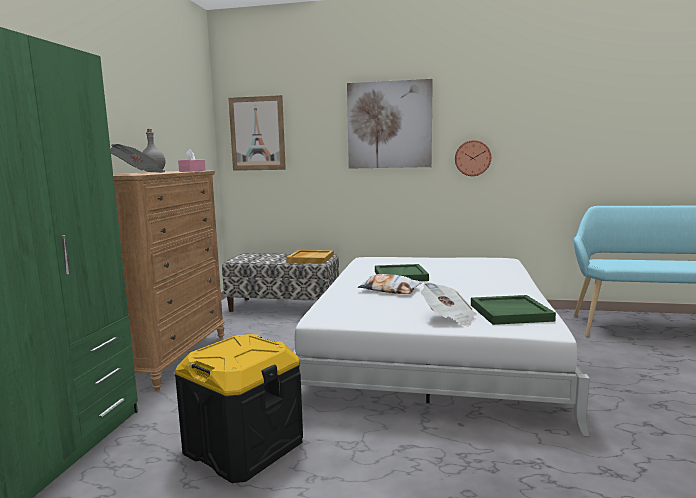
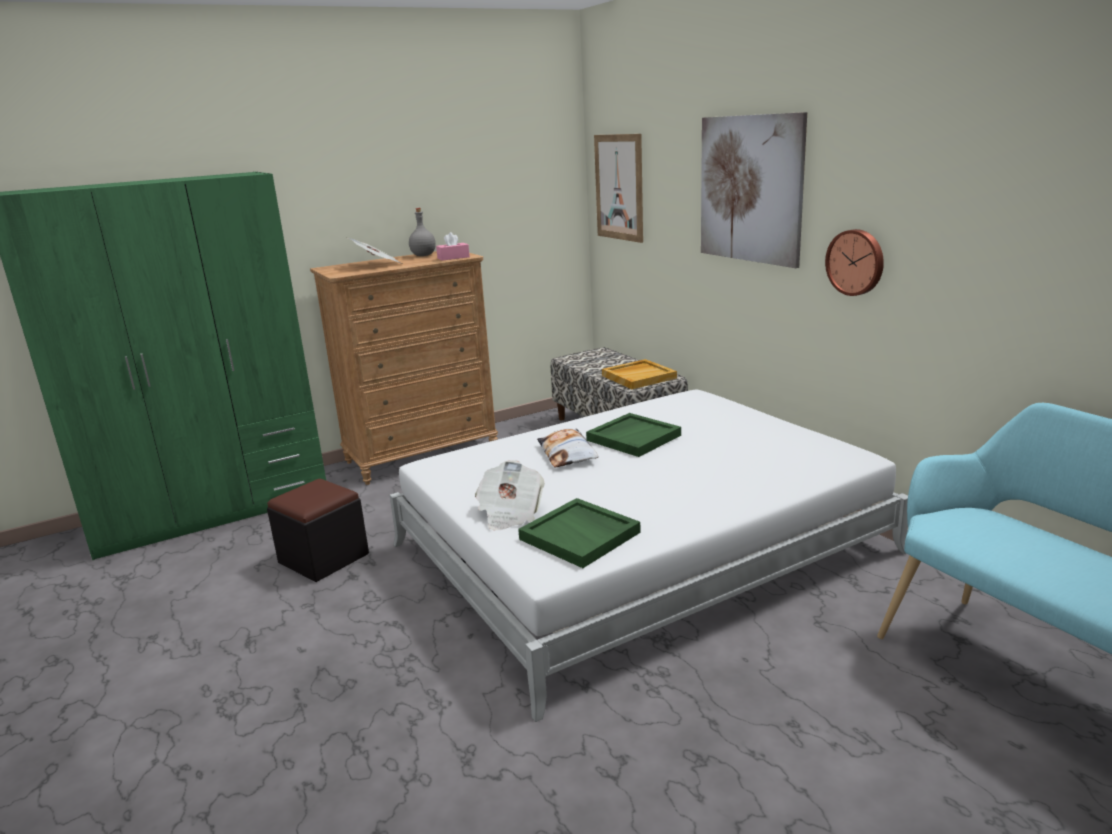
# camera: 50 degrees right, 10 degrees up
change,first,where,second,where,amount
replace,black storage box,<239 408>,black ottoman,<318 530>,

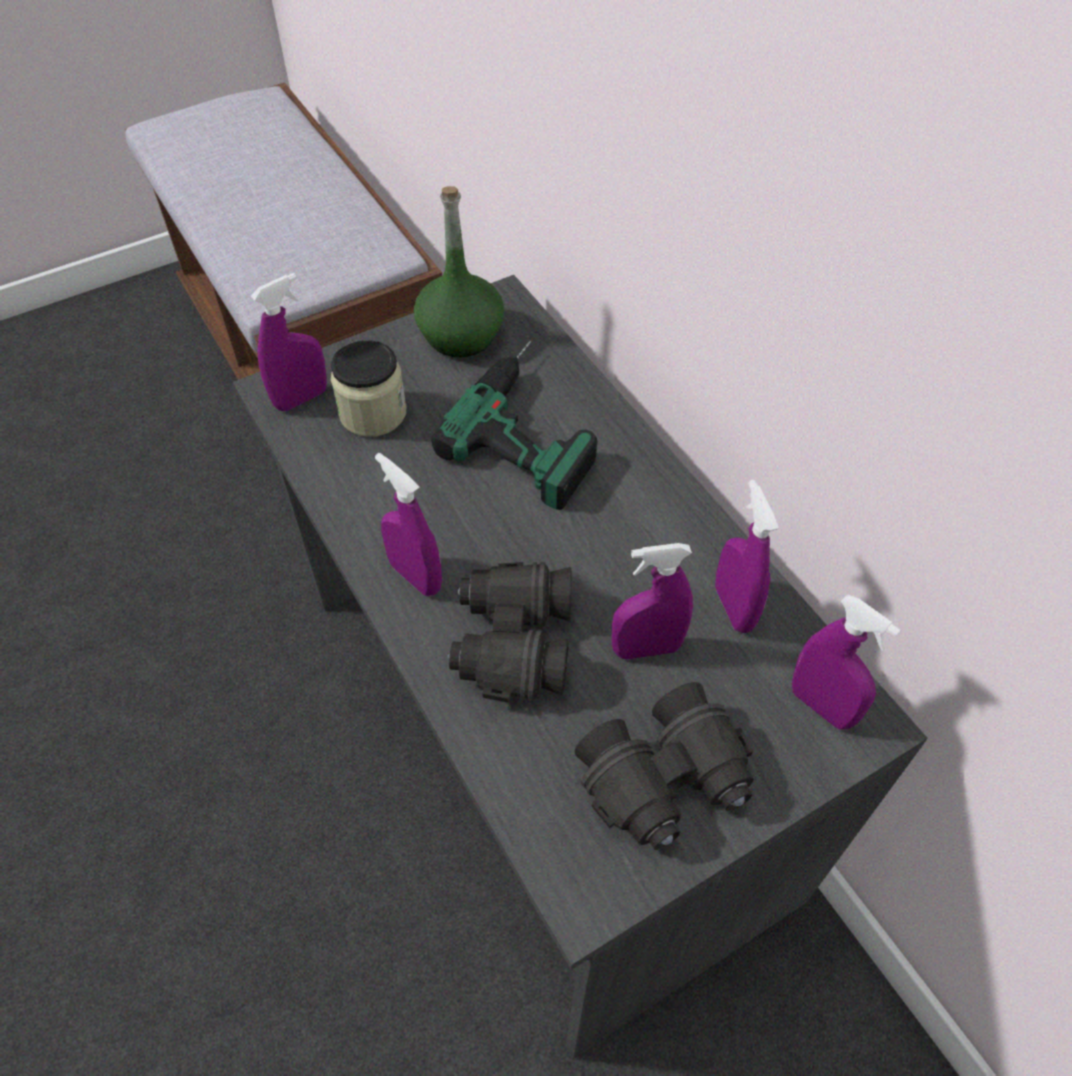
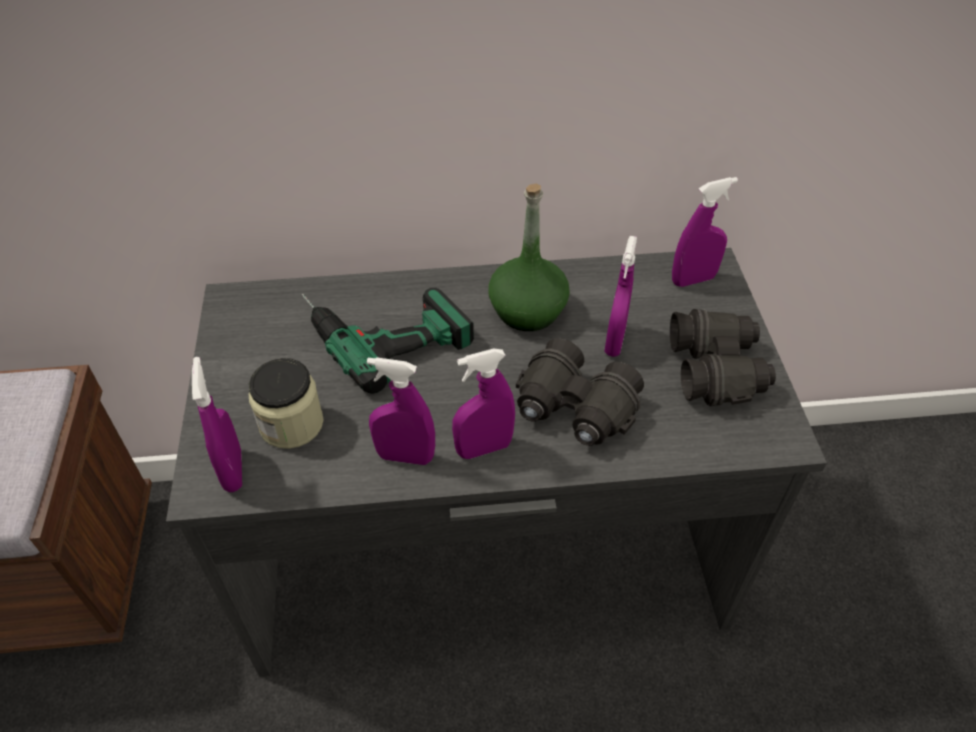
# camera: 65 degrees left, 5 degrees down
change,first,where,second,where,amount
move,green bottle,<459 271>,,<529 257>,
move,purple spray bottle,<747 556>,,<401 411>,

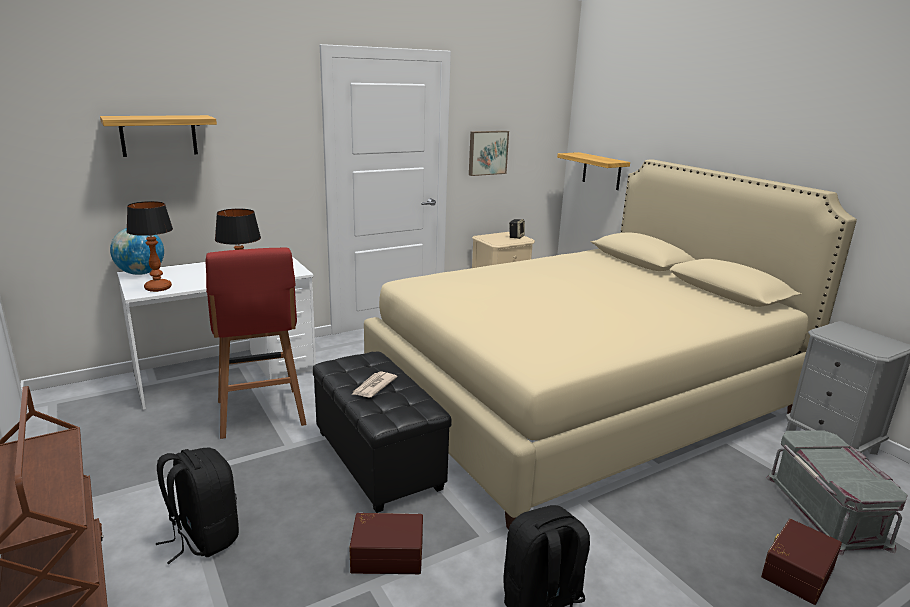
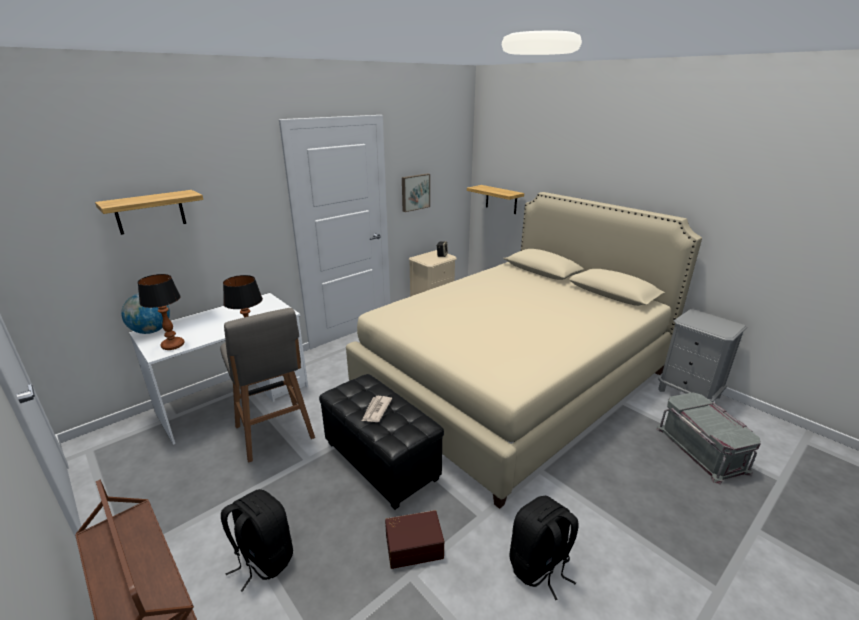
# camera: 10 degrees left, 5 degrees up
change,first,where,second,where,amount
recolor,red stool,<256 343>,grey stool,<267 385>,
delete,brown storage box,<801 562>,,,

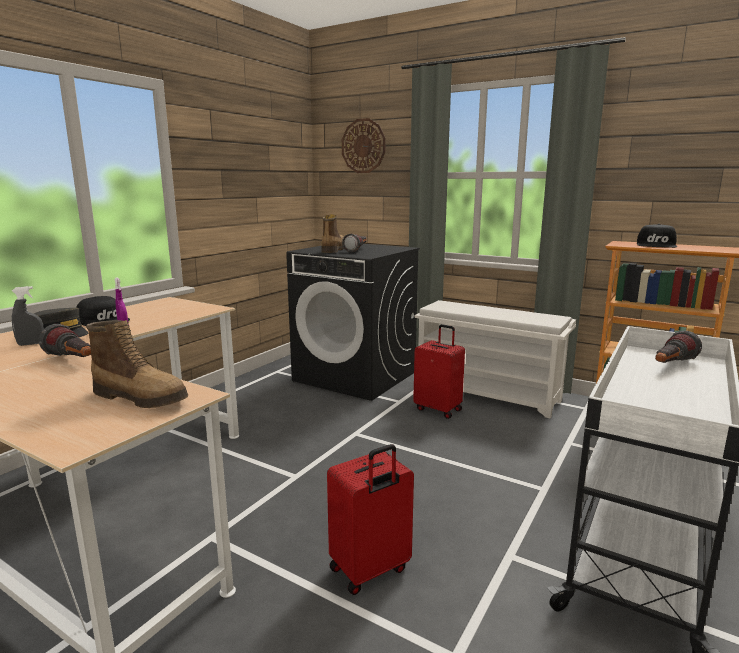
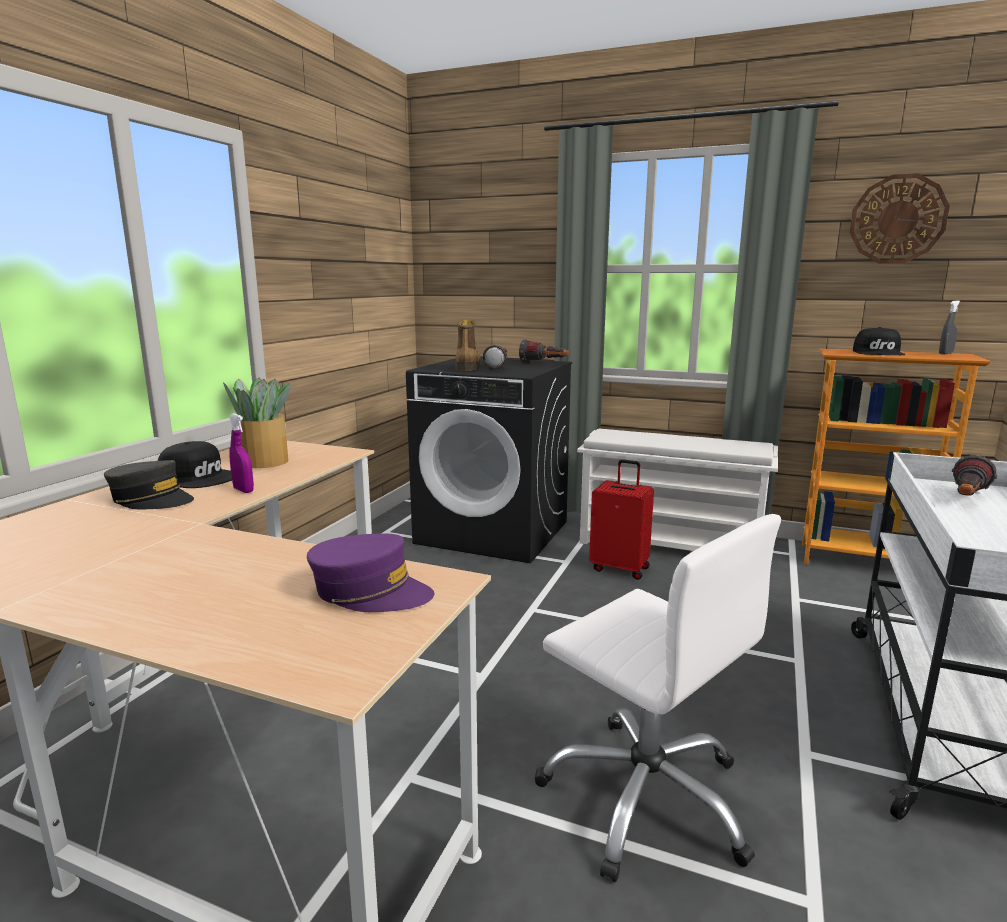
# camera: 10 degrees left, 0 degrees up
change,first,where,second,where,amount
move,wall clock,<363 145>,,<900 218>,
move,grey spray bottle,<28 316>,,<949 327>,
replace,boot,<137 364>,purple cap,<370 573>,
move,flashlight,<65 340>,,<544 351>,
replace,red suitcase,<370 519>,white office chair,<657 698>,
insert,,,potted plant,<256 422>,

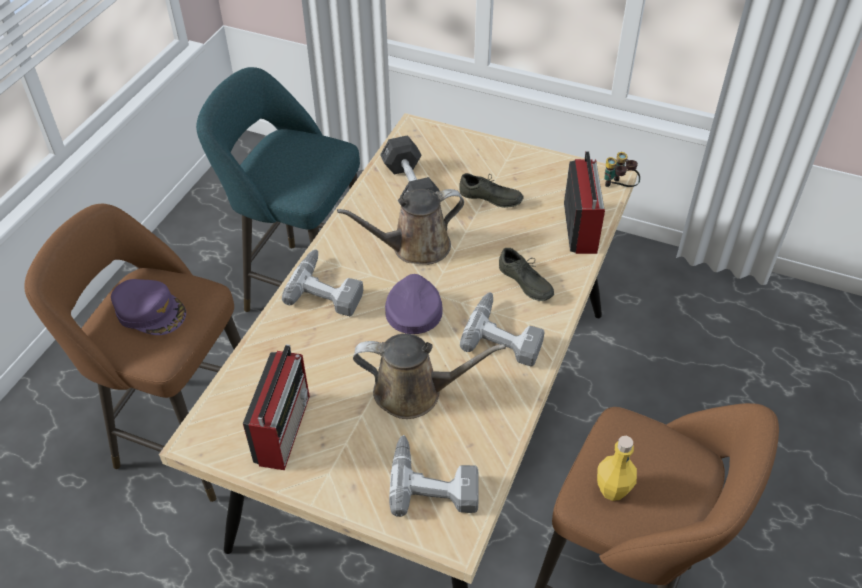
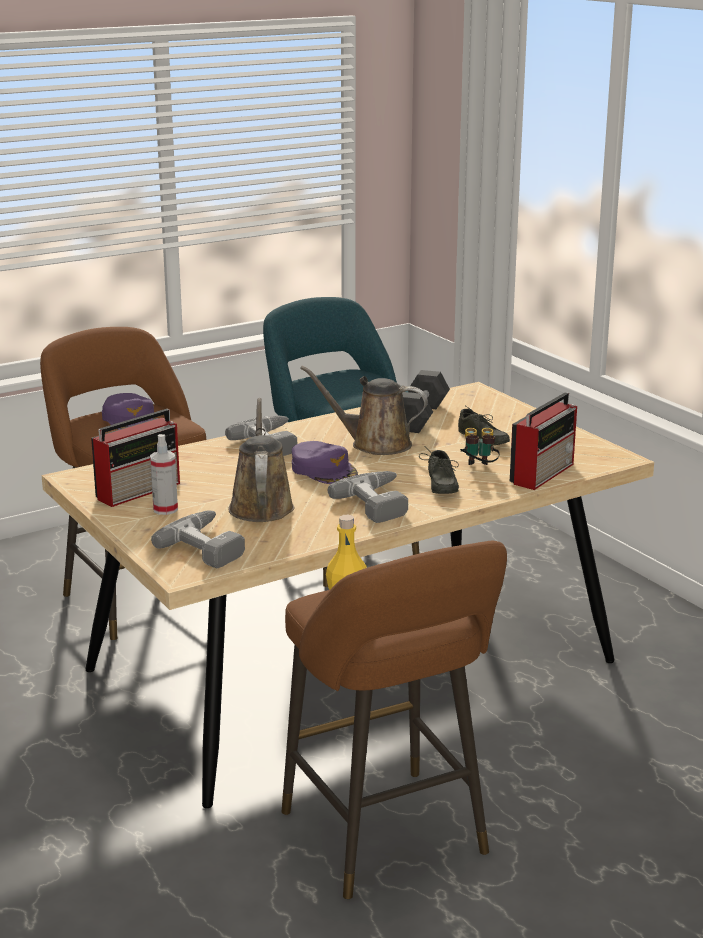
# camera: 35 degrees right, 25 degrees down
change,first,where,second,where,amount
move,binoculars,<622 169>,,<480 446>,
rotate,purple cap,<413 304>,,<325 462>,105 degrees clockwise
rotate,brown watering can,<429 376>,,<261 460>,135 degrees counterclockwise
insert,,,spray bottle,<164 474>,

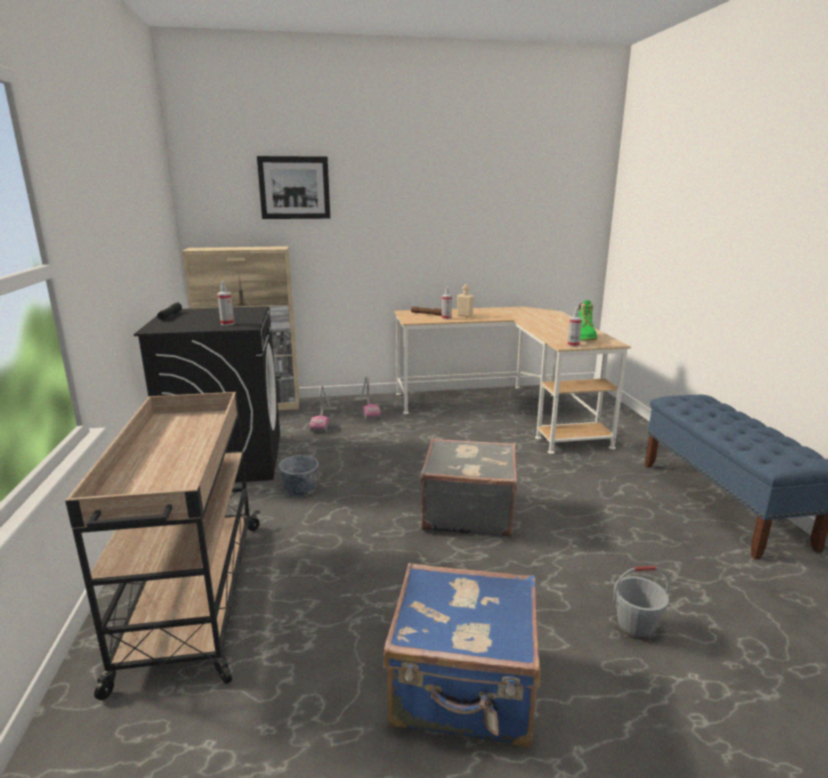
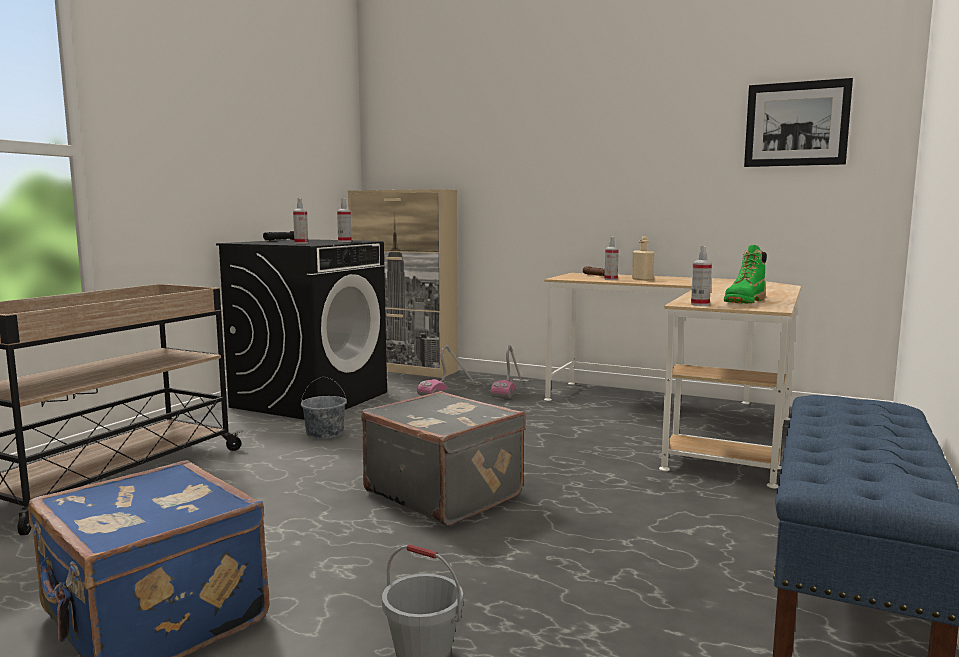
# camera: 35 degrees right, 10 degrees down
change,first,where,second,where,amount
move,picture,<293 187>,,<798 122>,
insert,,,spray bottle,<344 220>,

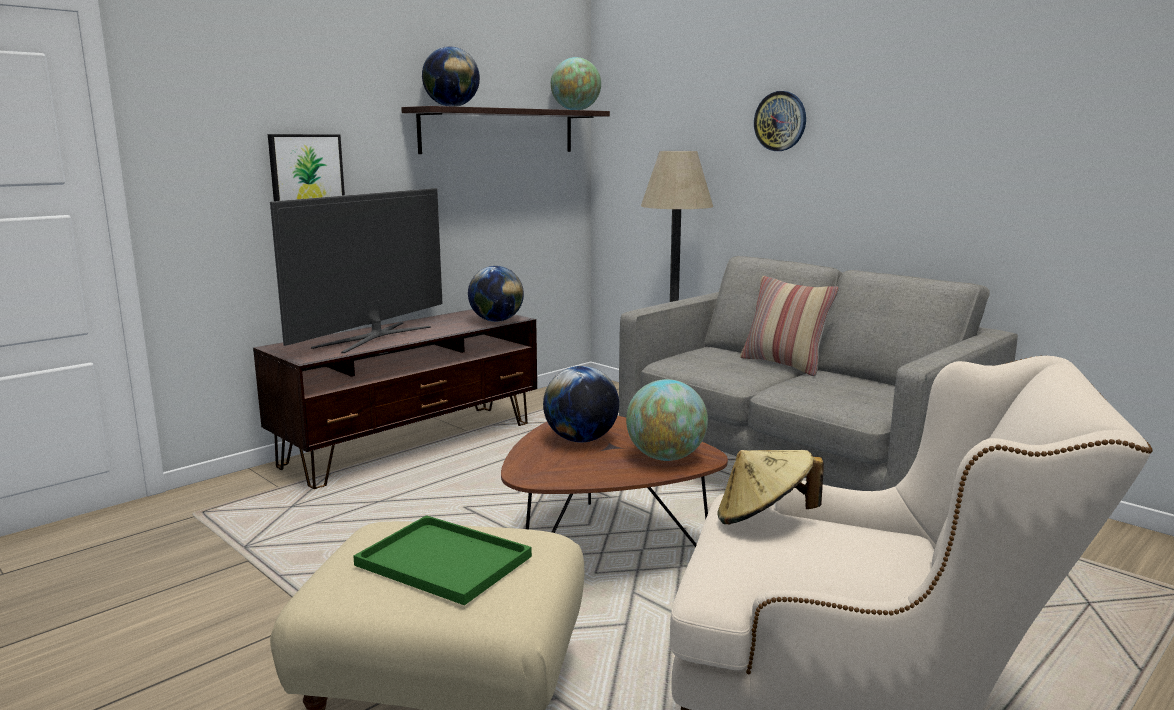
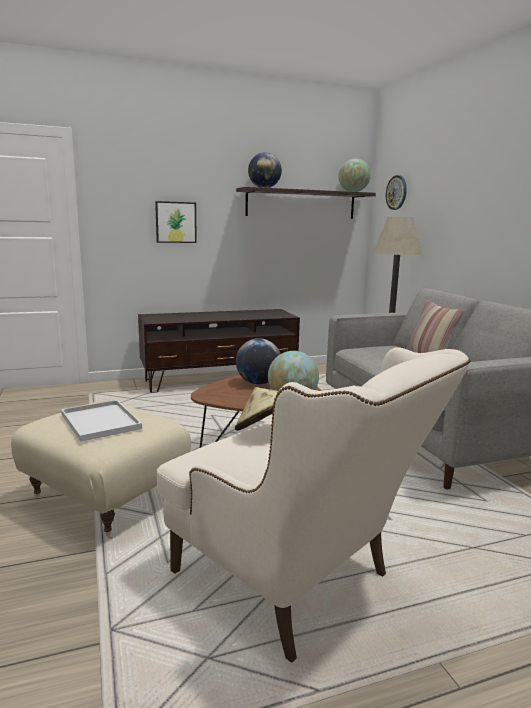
# camera: 25 degrees right, 0 degrees up
change,first,where,second,where,amount
move,wall clock,<780 121>,,<396 192>,
delete,television,<356 270>,,,
delete,globe,<496 294>,,,
recolor,green tray,<442 560>,white tray,<101 421>,

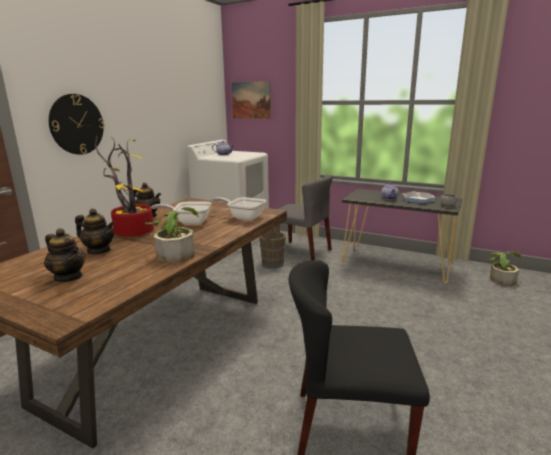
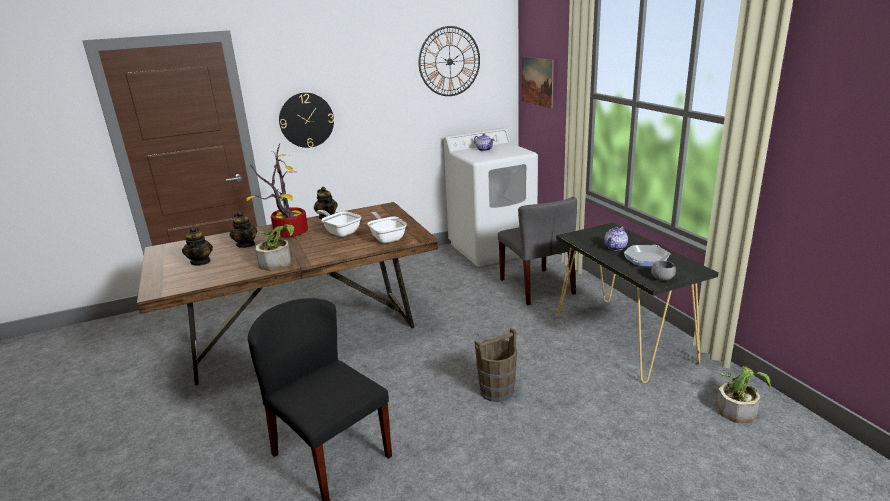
# camera: 40 degrees right, 5 degrees up
change,first,where,second,where,amount
move,brown bucket,<272 246>,,<496 365>,
insert,,,wall clock,<449 61>,

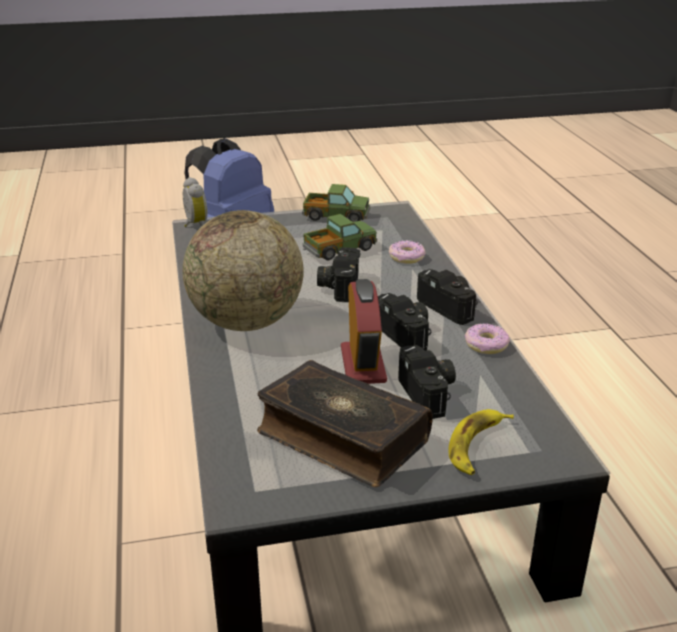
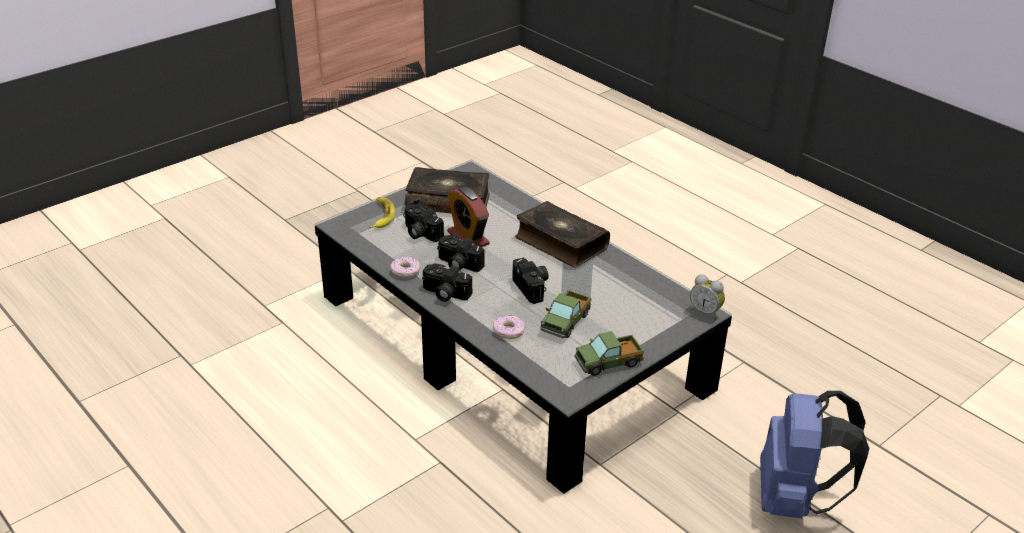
# camera: 150 degrees right, 5 degrees up
change,first,where,second,where,amount
replace,globe,<243 270>,book,<562 234>,

